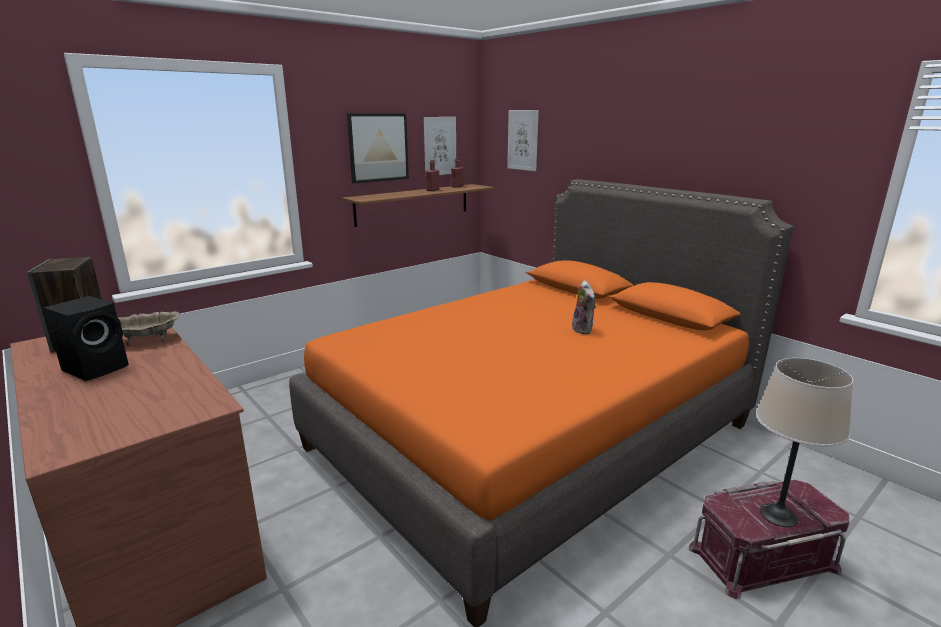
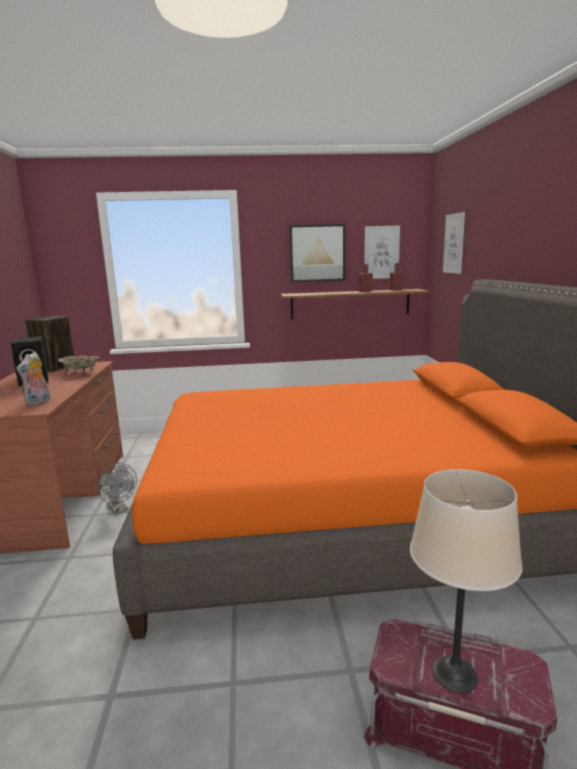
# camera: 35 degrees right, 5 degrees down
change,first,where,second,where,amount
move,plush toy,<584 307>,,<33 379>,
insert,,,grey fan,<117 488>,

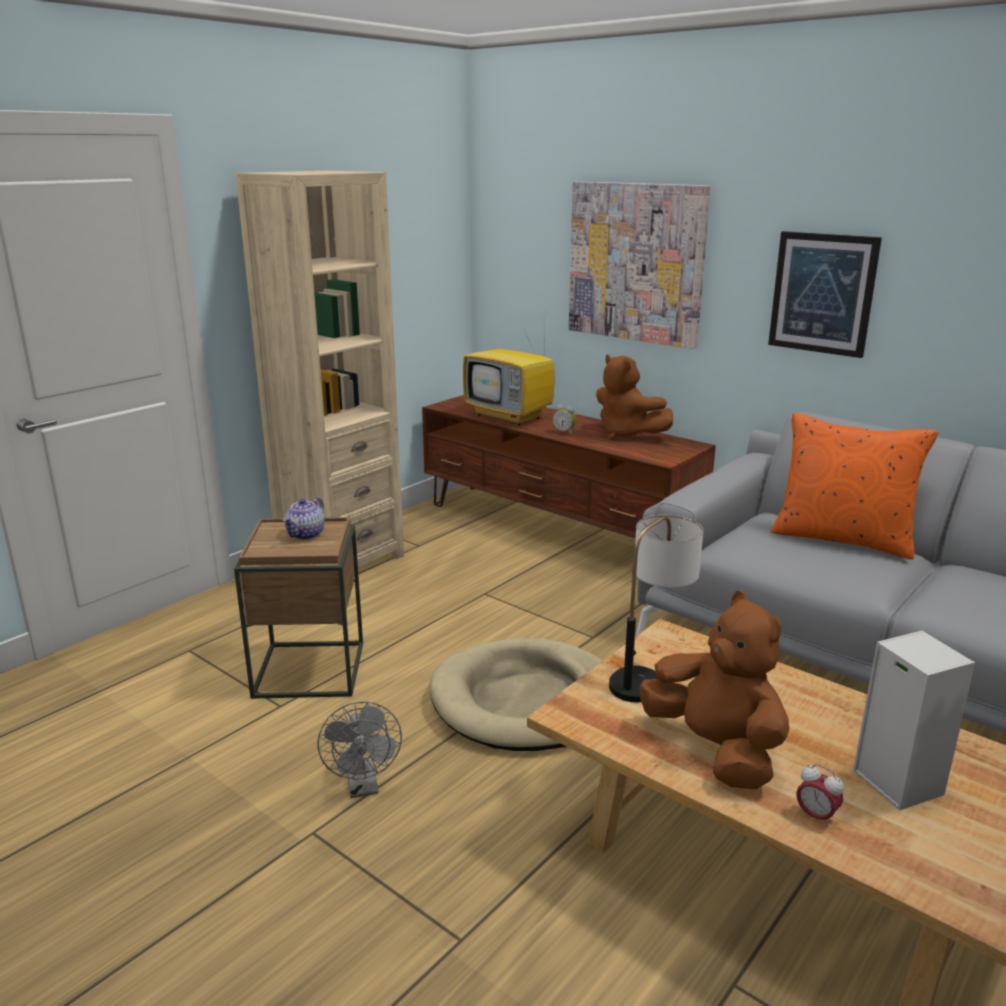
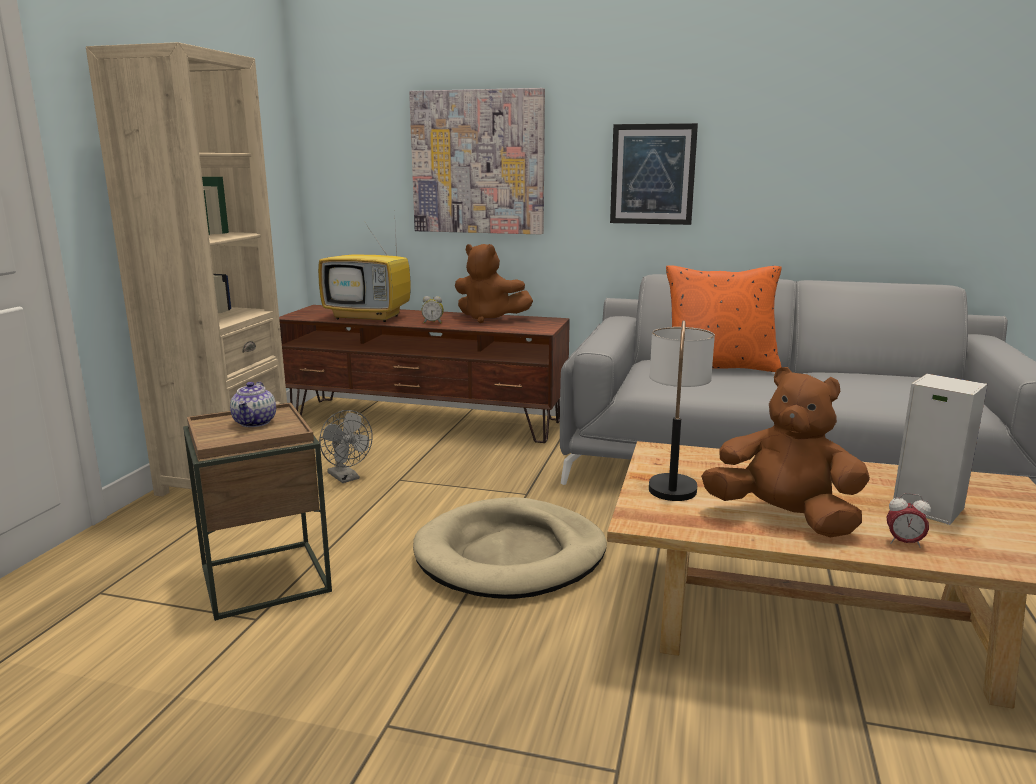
# camera: 25 degrees left, 5 degrees down
change,first,where,second,where,amount
move,grey fan,<360 750>,,<346 446>,

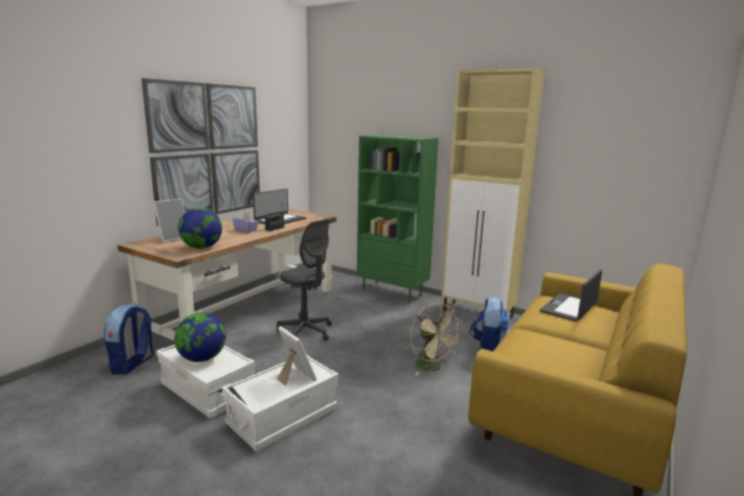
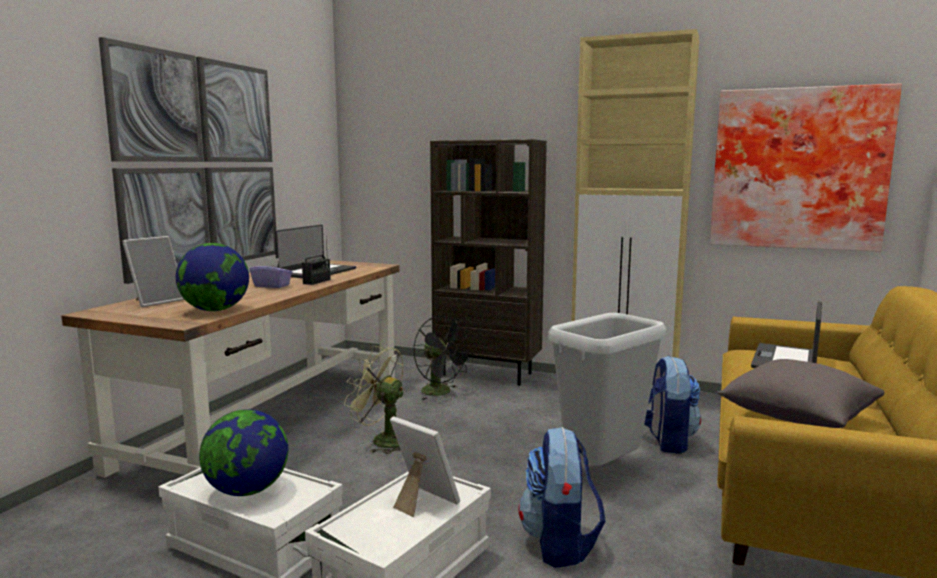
# camera: 10 degrees left, 5 degrees down
change,first,where,second,where,amount
recolor,green bookcase,<398 219>,brown bookcase,<488 262>,
replace,grey office chair,<304 280>,green fan,<374 400>,
move,backpack,<128 339>,,<562 497>,
replace,beige fan,<436 339>,grey trash can,<607 389>,
insert,,,picture,<806 167>,
insert,,,black fan,<443 358>,
insert,,,grey pillow,<801 393>,

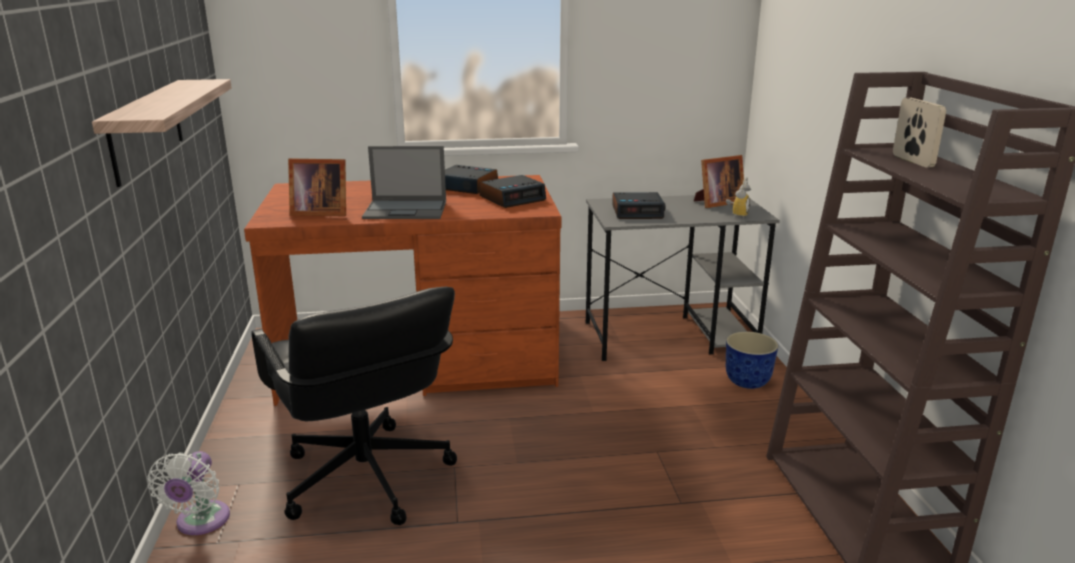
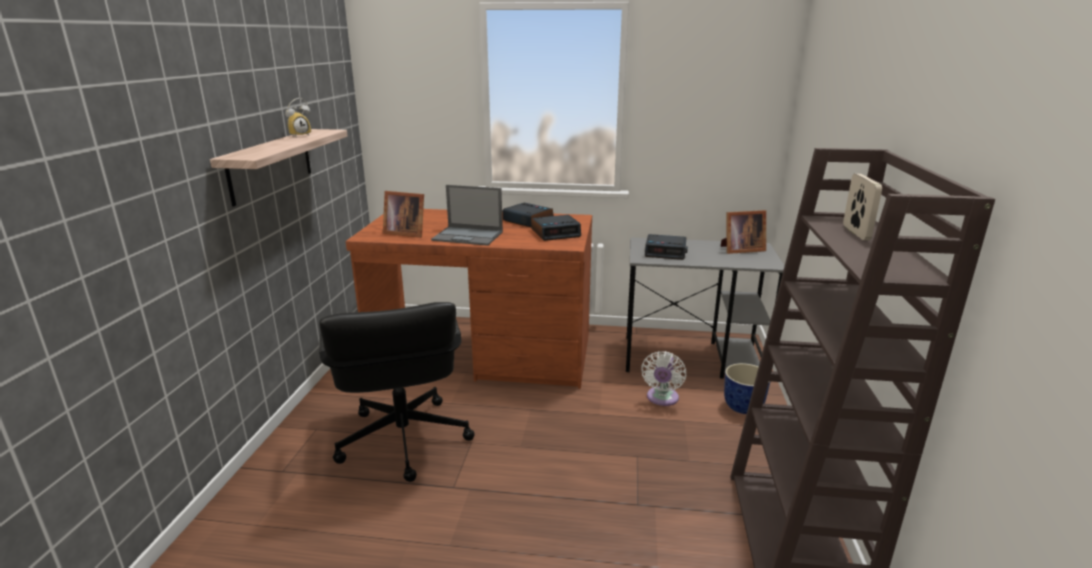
# camera: 15 degrees right, 0 degrees up
change,first,where,second,where,amount
move,alarm clock,<738 198>,,<298 118>,
move,white fan,<188 493>,,<663 378>,

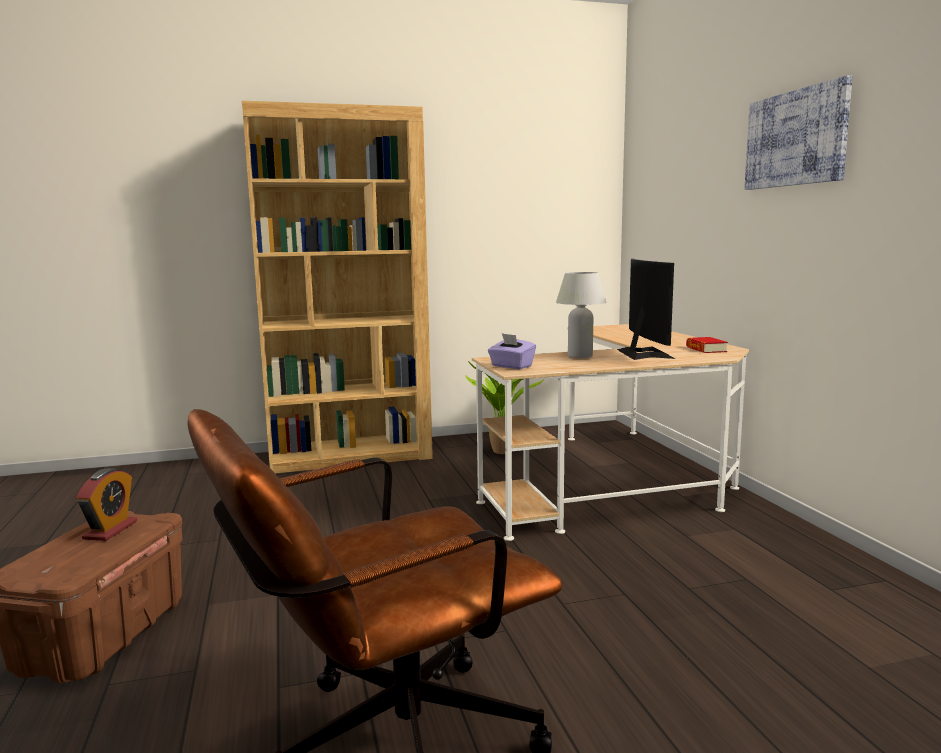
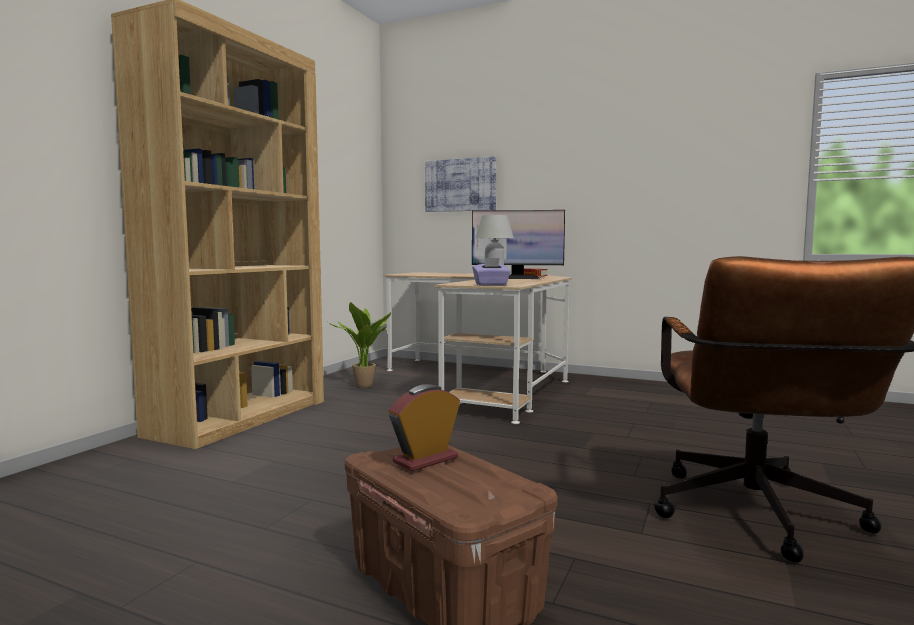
# camera: 50 degrees left, 5 degrees down
change,first,where,second,where,amount
move,picture,<799 132>,,<460 184>,
rotate,monitor,<646 309>,,<518 244>,150 degrees clockwise
rotate,alarm clock,<106 504>,,<424 427>,90 degrees counterclockwise

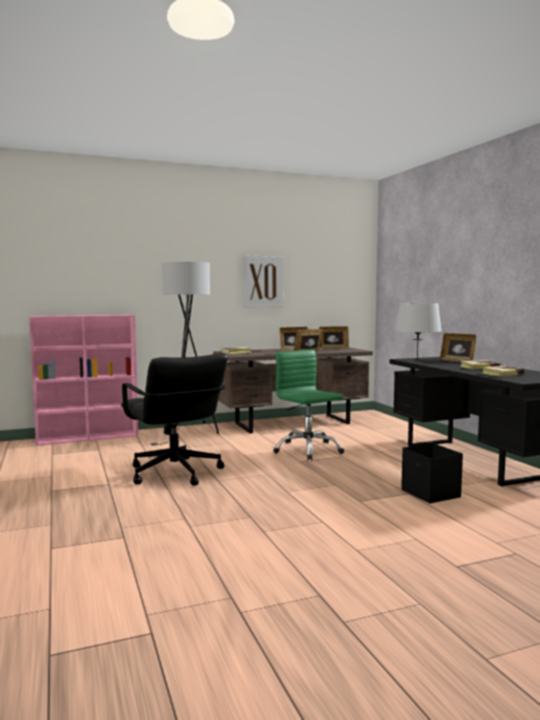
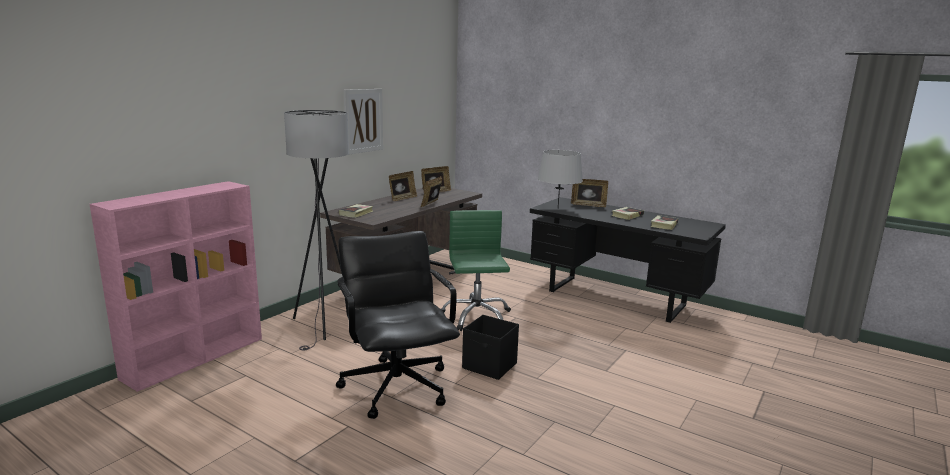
# camera: 35 degrees left, 10 degrees up
change,first,where,second,where,amount
rotate,green office chair,<308 405>,,<476 270>,60 degrees clockwise
rotate,black office chair,<174 420>,,<398 325>,135 degrees counterclockwise
move,black storage box,<432 473>,,<490 347>,

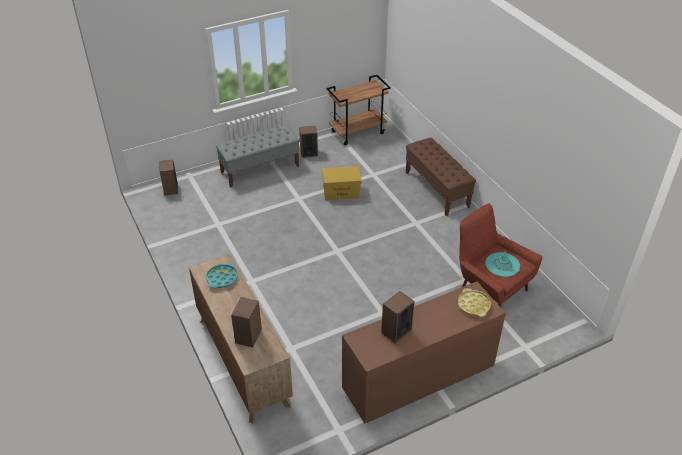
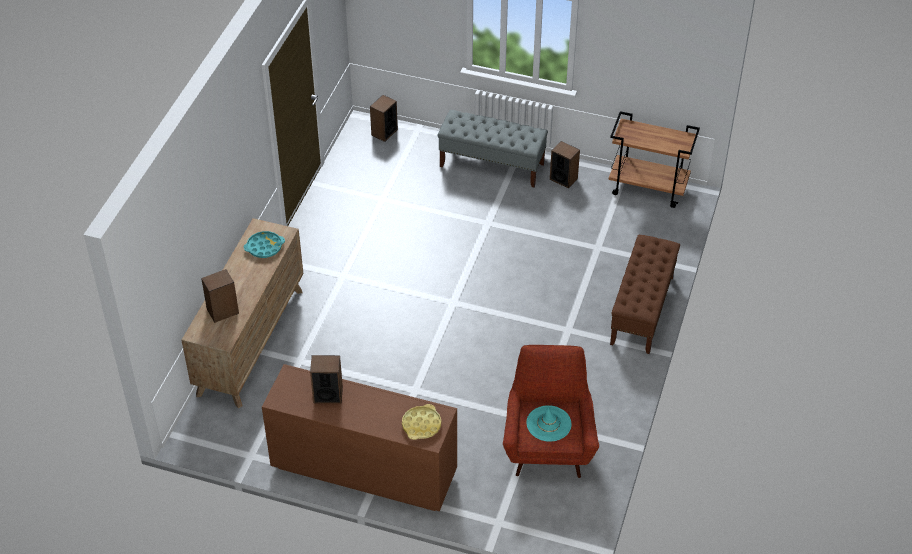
# camera: 45 degrees right, 5 degrees up
change,first,where,second,where,amount
delete,yellow storage box,<342 183>,,,

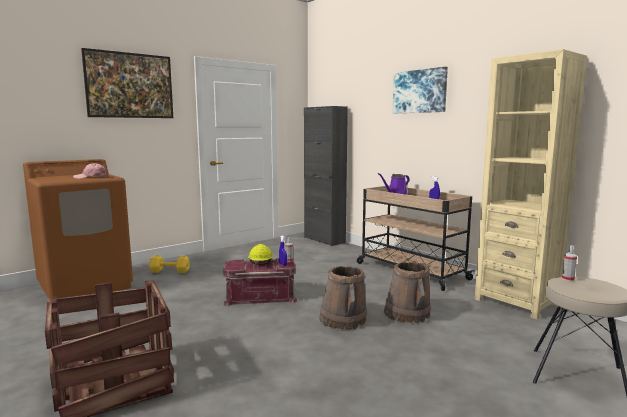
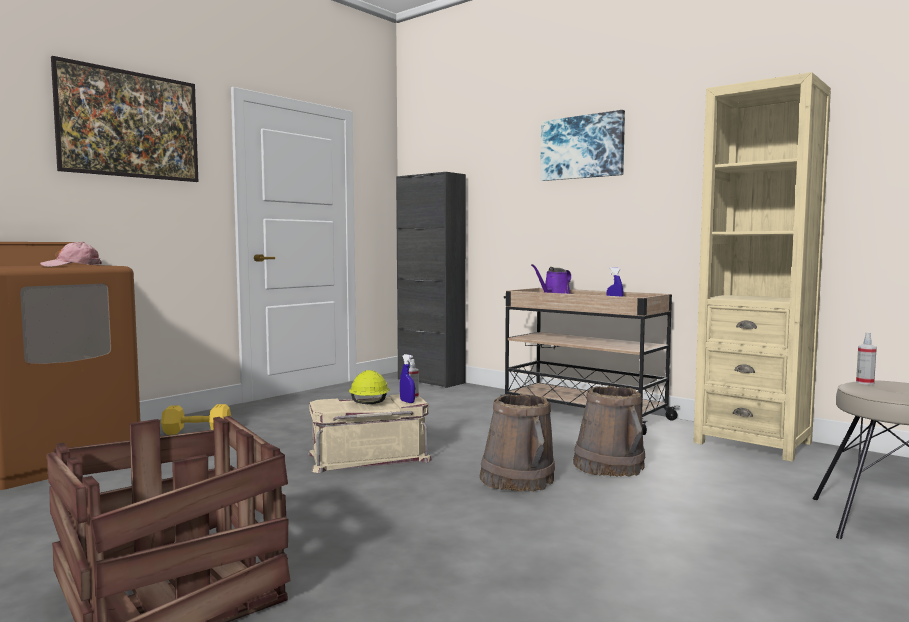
# camera: 10 degrees left, 5 degrees down
change,first,where,second,where,amount
recolor,red storage box,<260 282>,beige storage box,<370 433>,

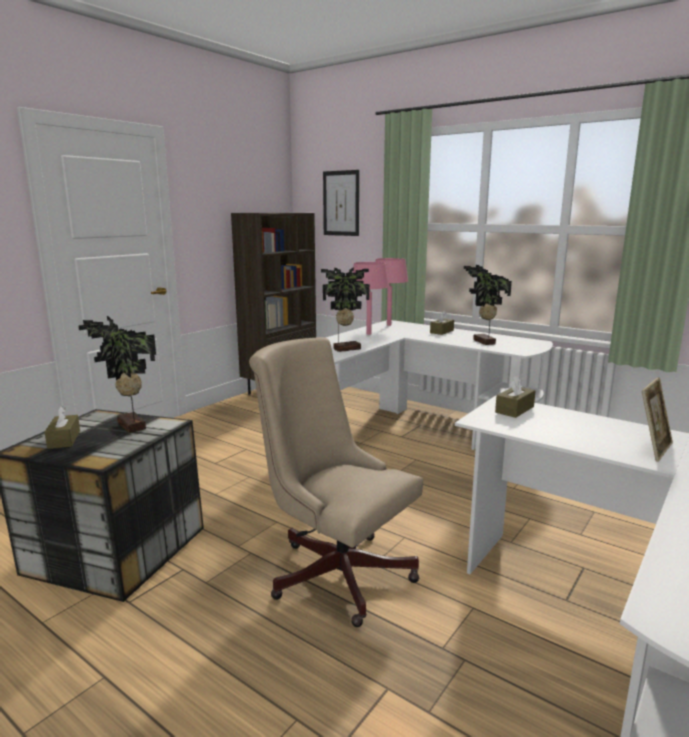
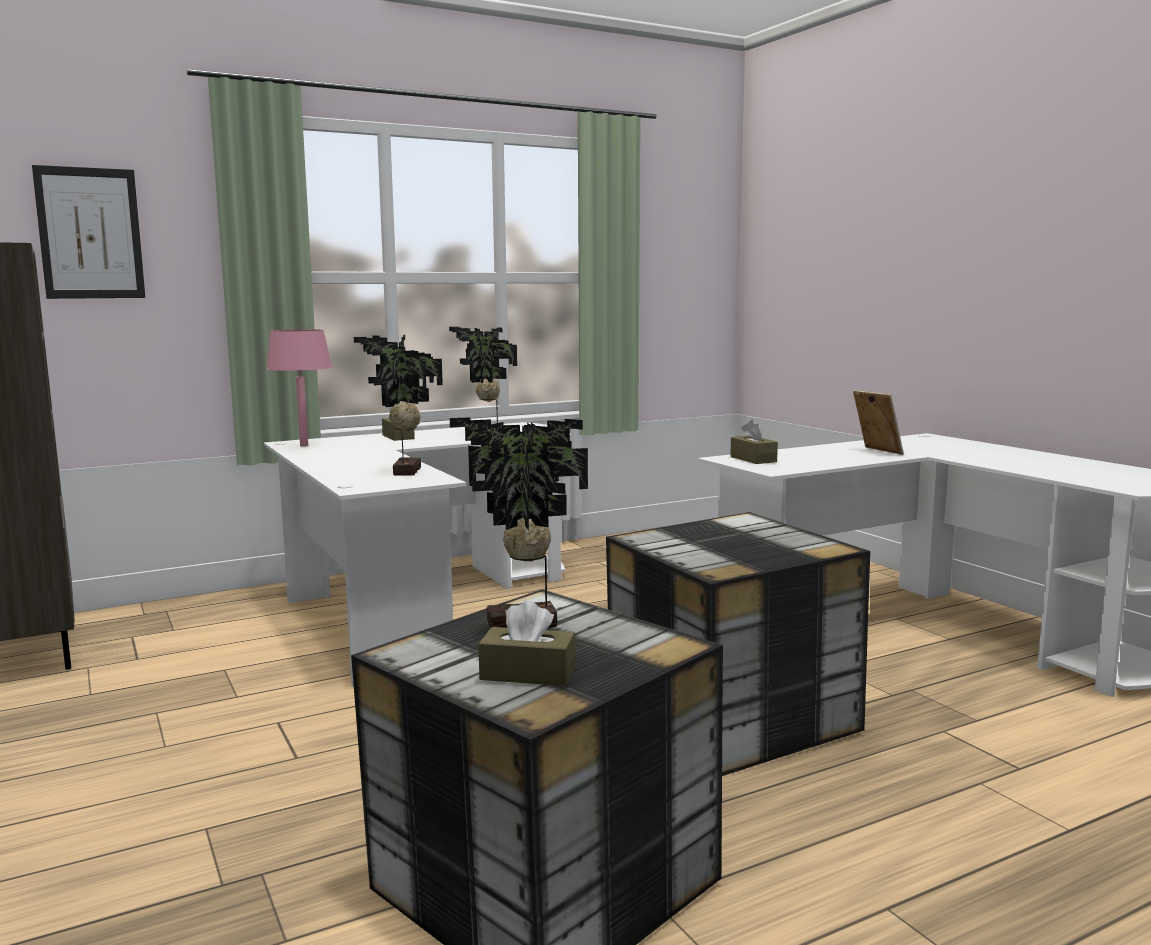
# camera: 65 degrees left, 5 degrees down
change,first,where,second,where,amount
delete,pink table lamp,<370 298>,,,
replace,beige office chair,<336 482>,storage box,<738 644>,

